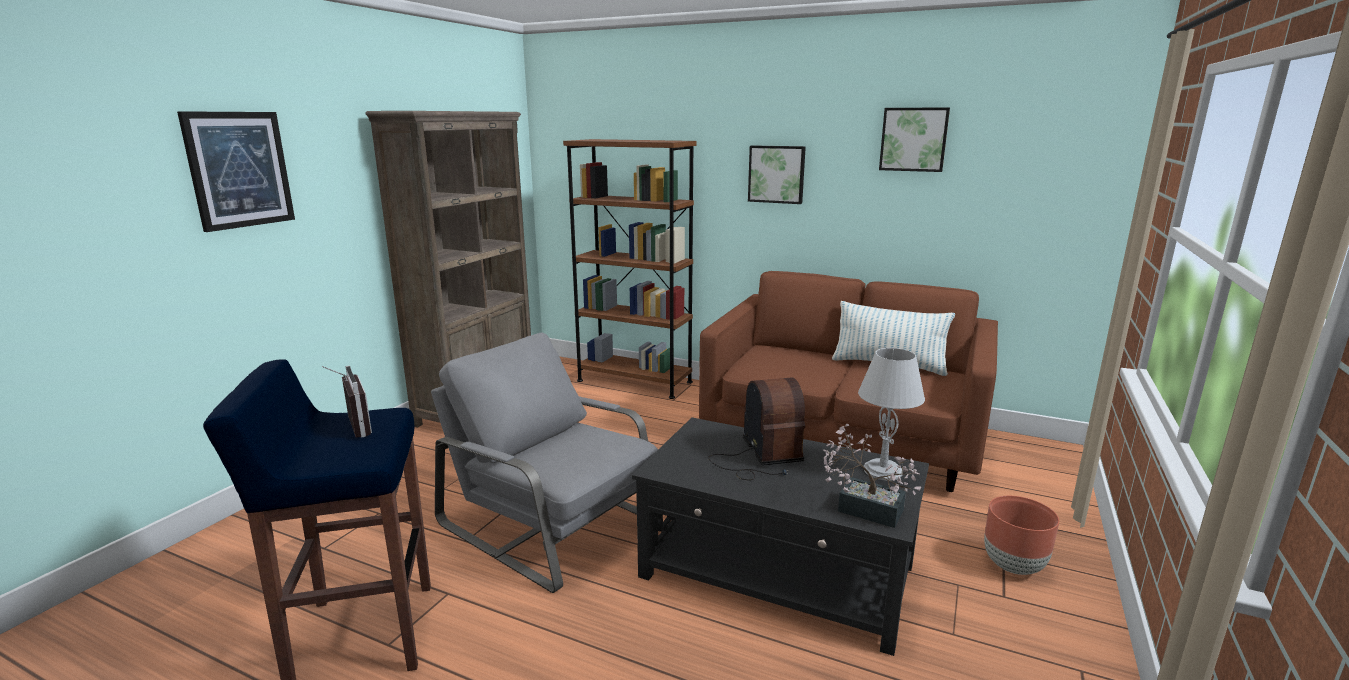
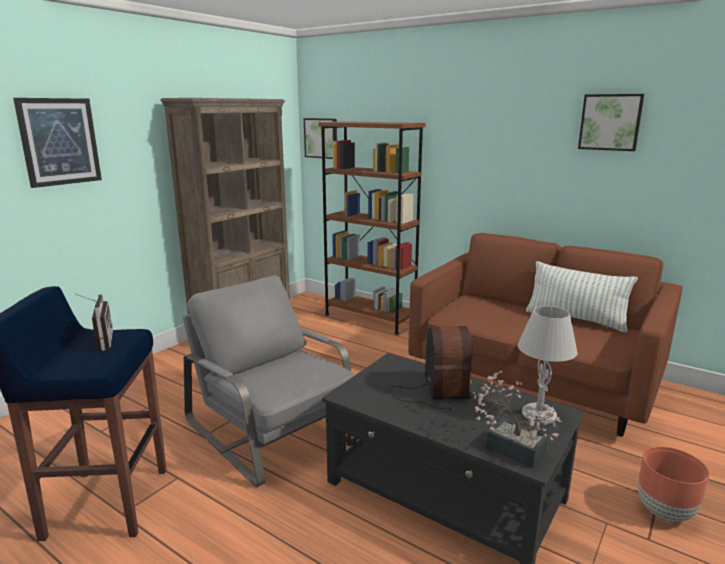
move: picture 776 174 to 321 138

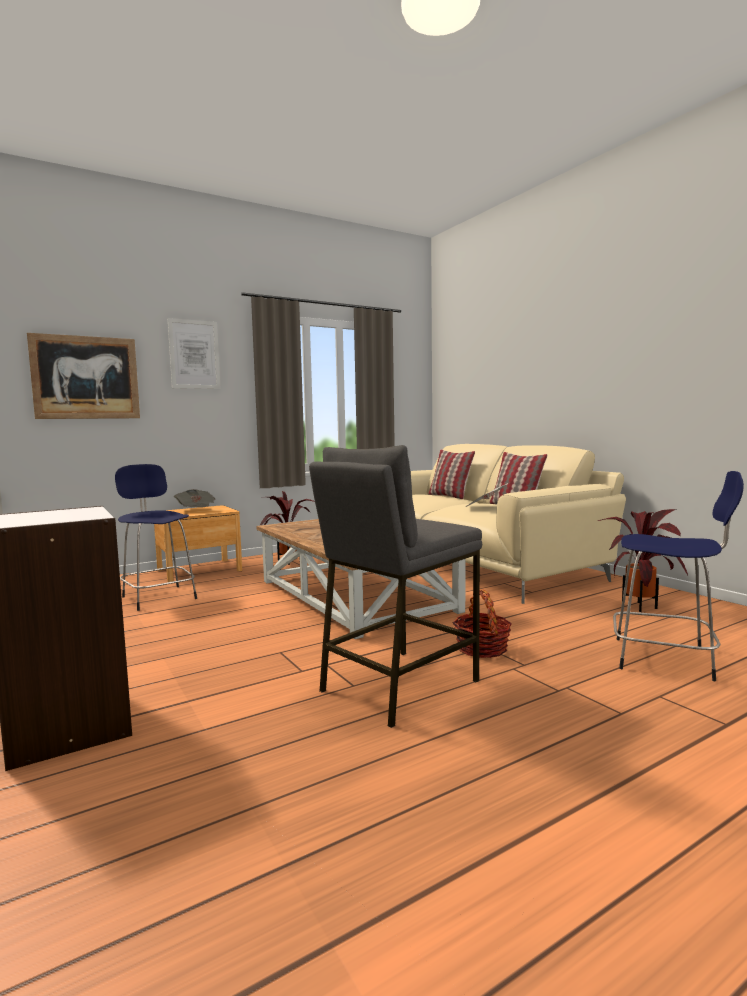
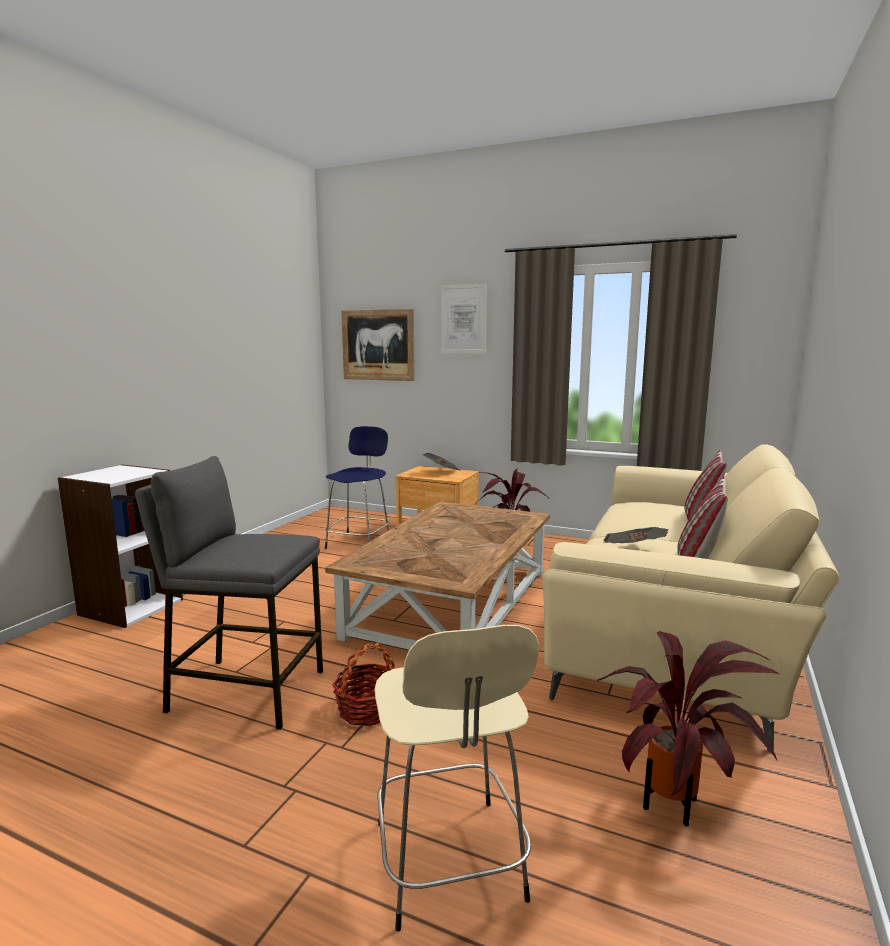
recolor: blue stool seat 666 659 to beige-coloured stool seat 449 865

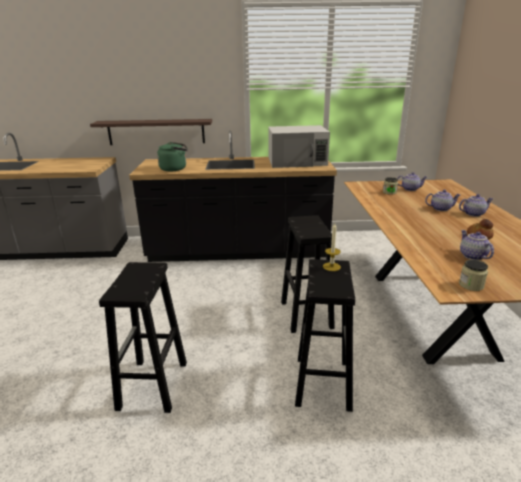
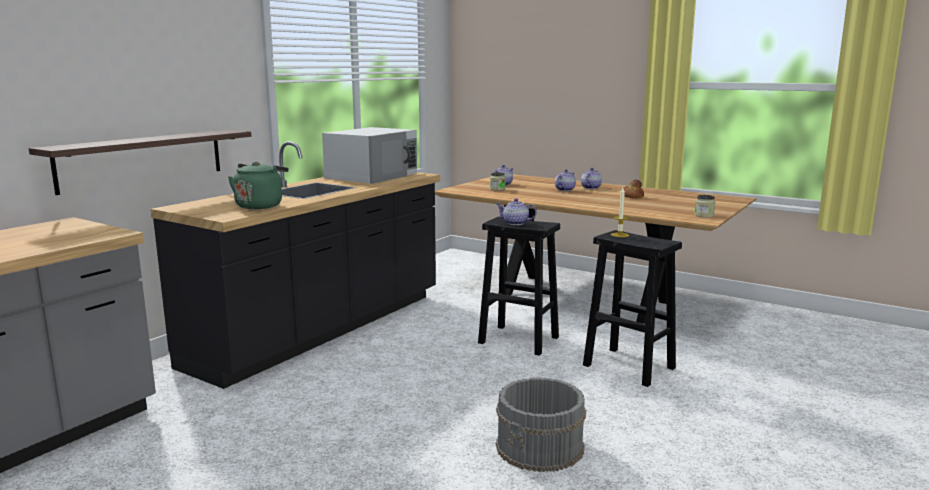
move: pot for tea 472 256 to 515 223
replace: blackish stool seat 153 386 to grey pail 540 447

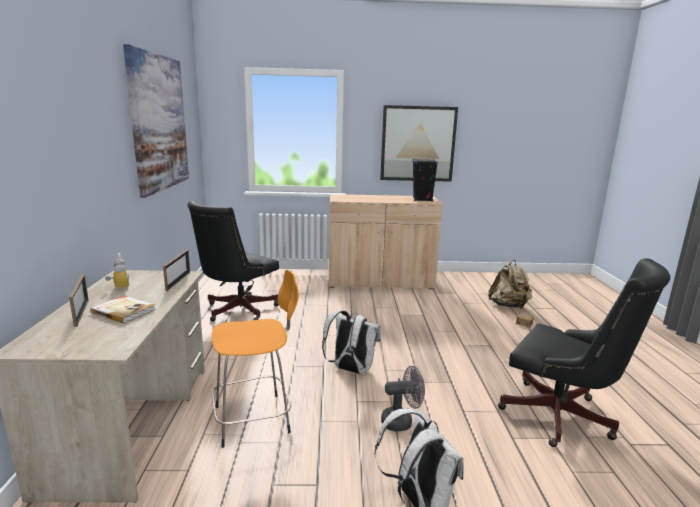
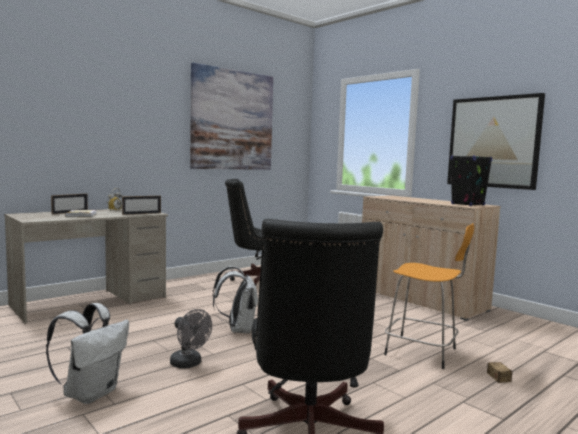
delete: beige-coloured knapsack 508 306
move: orange stool seat 255 418 to 423 352

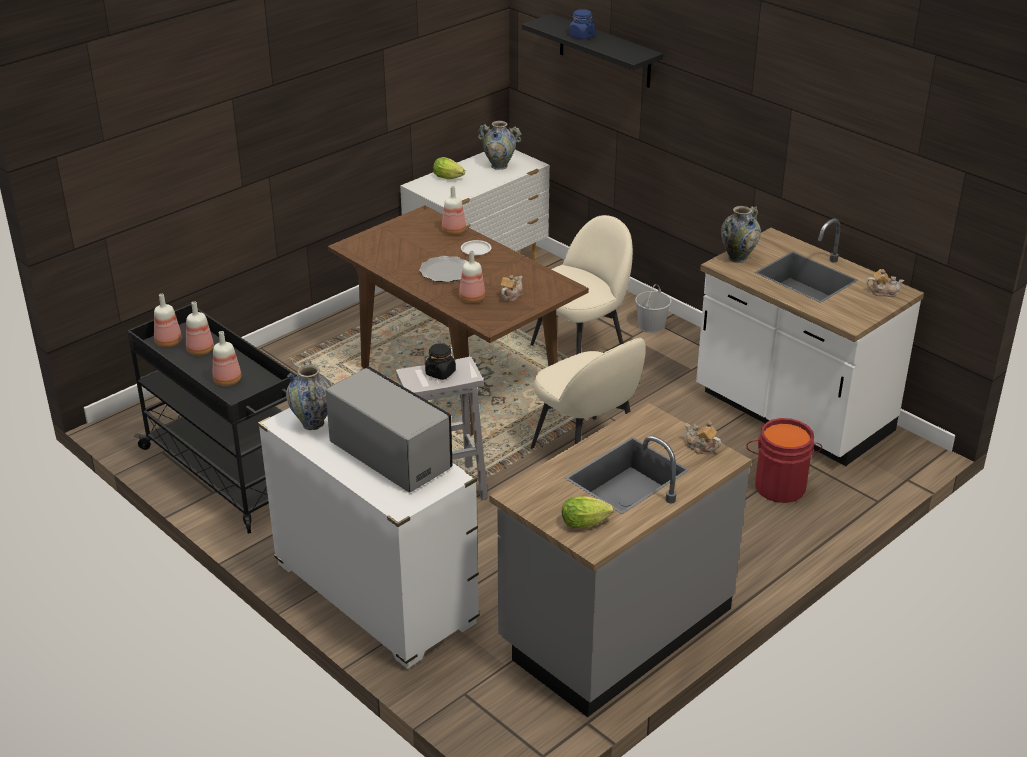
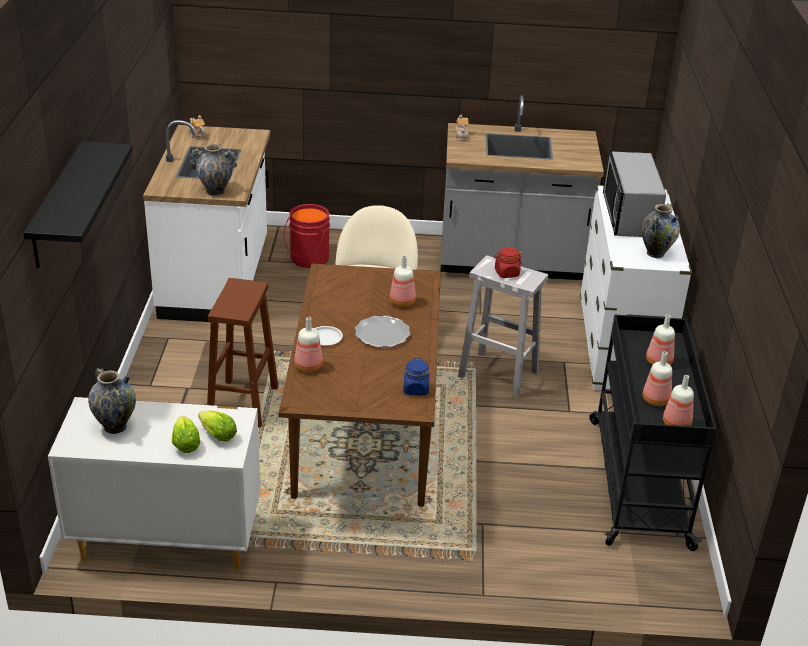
delete: pot for tea 511 296; white pail 651 325
move: blue storage jar 581 36 to 416 389; lettuce head 587 523 to 216 434
replace: beige-coloured plain chair 580 350 to brown stool seat 243 402
recolor: blackish storage jar 440 373 to reddish storage jar 506 273

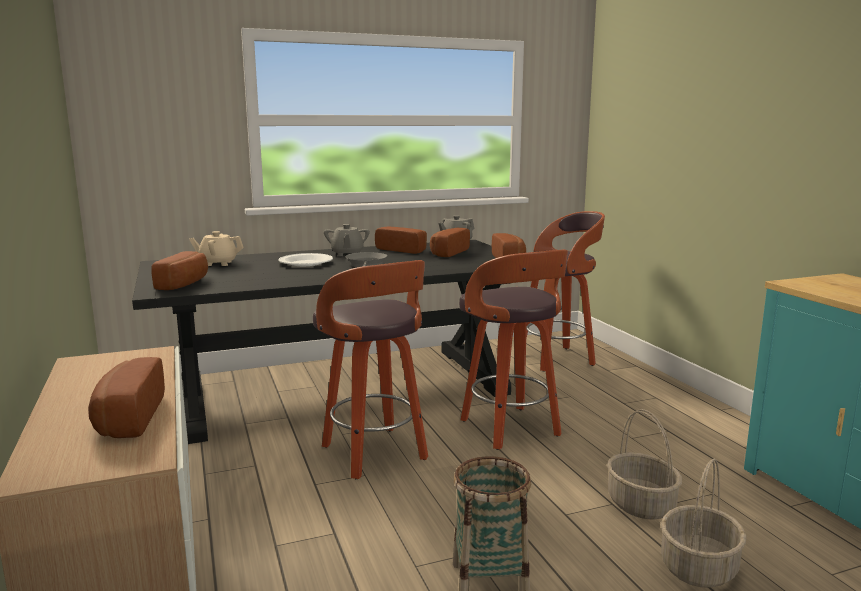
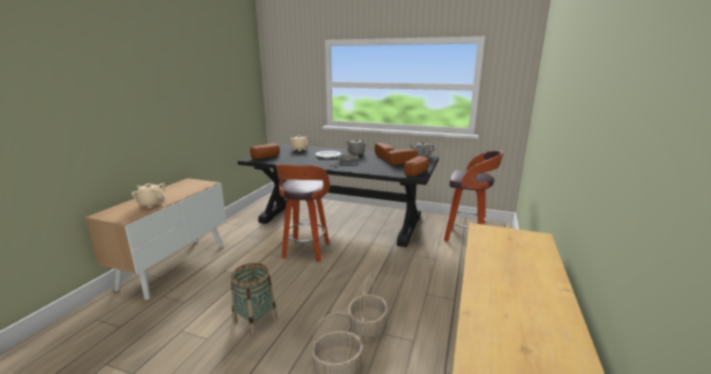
delete: stool seat 511 429
replace: bakery bread 126 418 to beige-coloured pot for tea 152 204

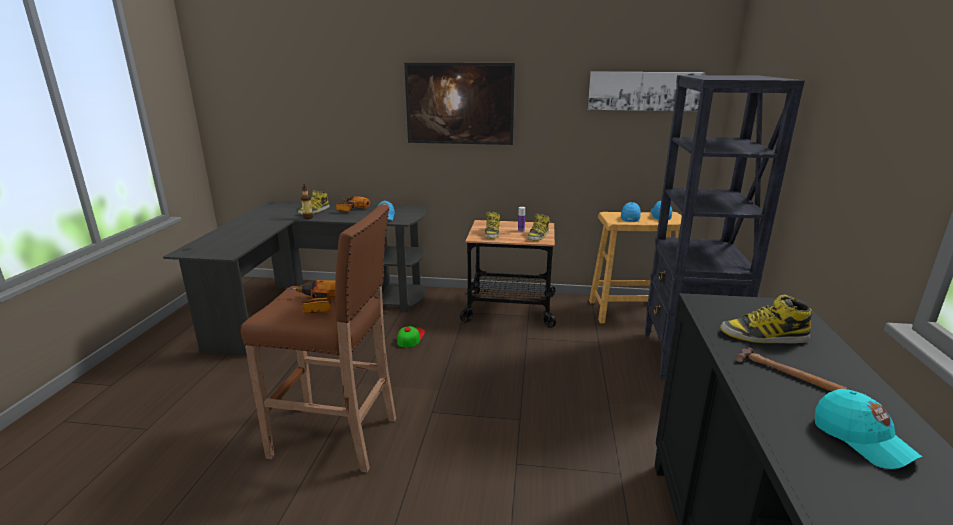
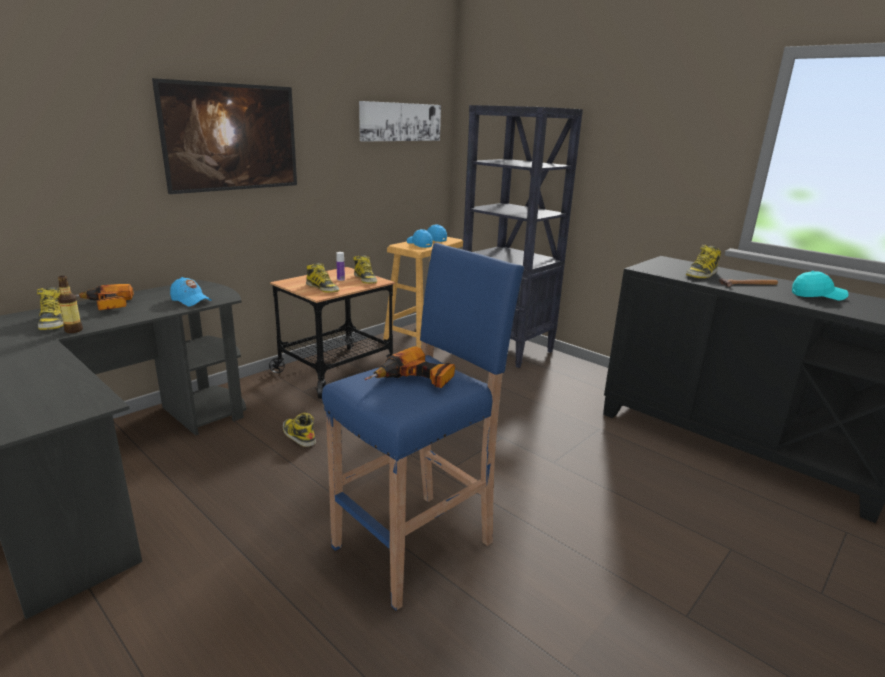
replace: baseball cap 410 337 to high-top boot 298 435
recolor: brown stool seat 337 437 to blue stool seat 416 544

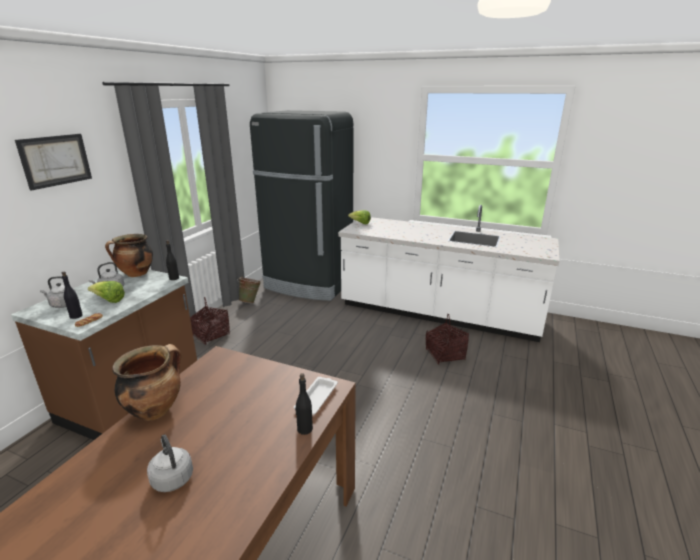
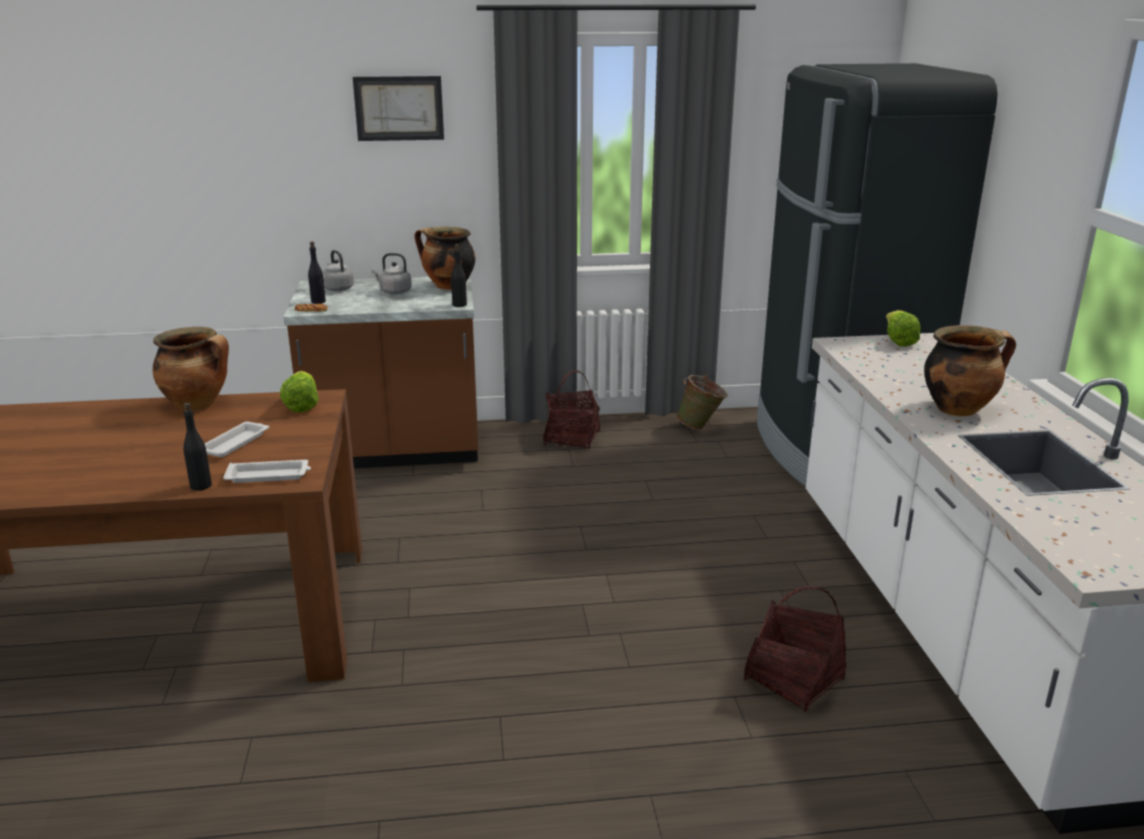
delete: grey tea kettle 172 477
insert: saucepot 959 409; white carrying tray 235 443
move: lettuce head 109 300 to 301 405

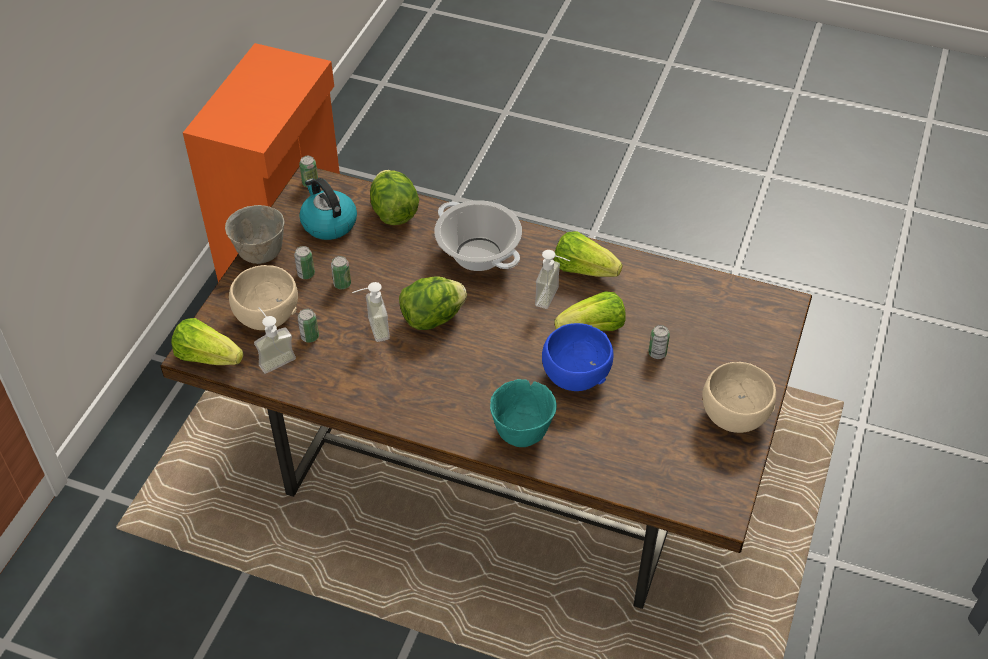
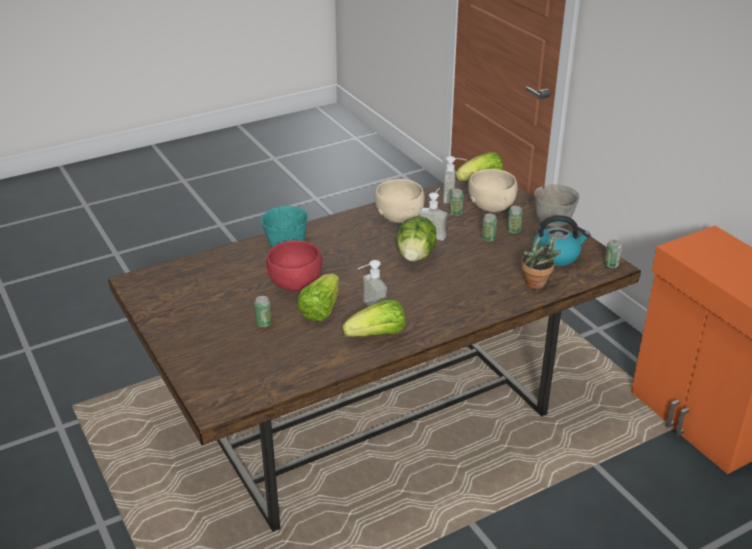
delete: saucepot 478 255
move: beige-coloured deep dish 733 415 to 399 217
replace: lettuce head 394 213 to potted plant 538 284
recolor: blue deep dish 575 375 to reddish deep dish 296 283

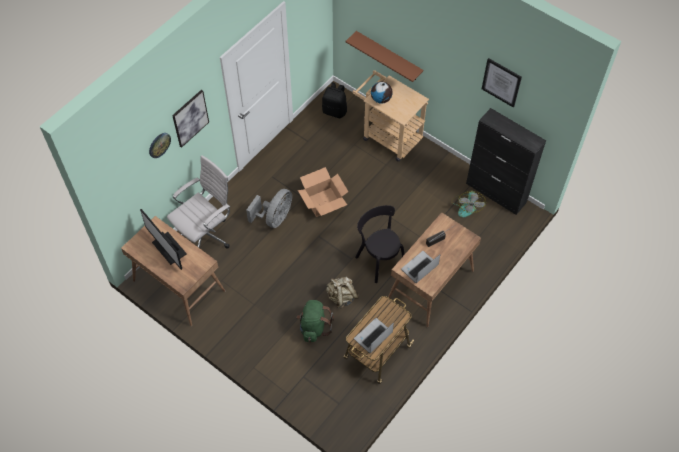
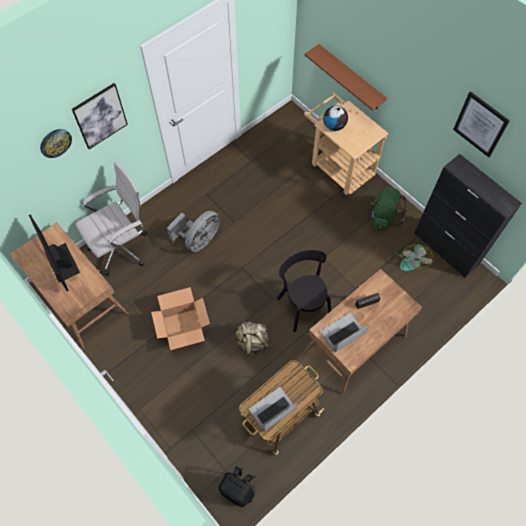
move: blackish knapsack 335 111 to 238 489; carton 323 202 to 183 327; green-coloured knapsack 314 327 to 383 217

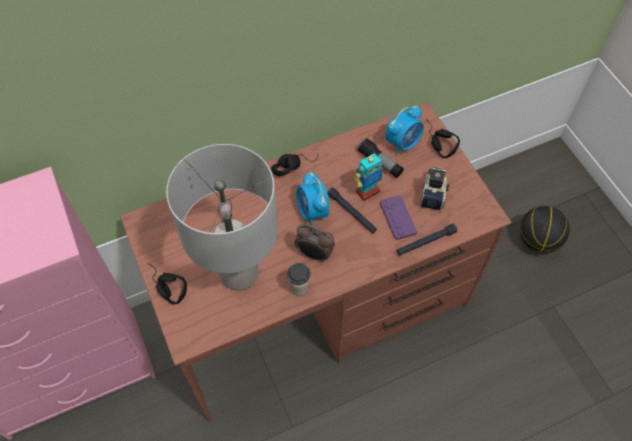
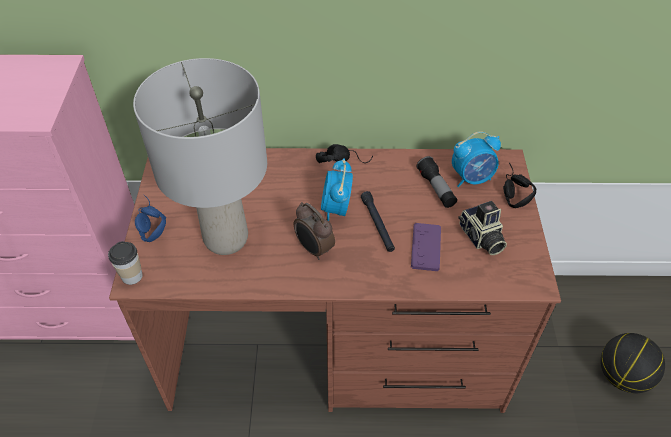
delete: model robot 367 191; blackish torch 425 242
move: cup 299 288 to 132 276
recolor: blackish headset 164 287 to blue headset 147 223
rotate: still camera 433 193 = 480 238 120 degrees clockwise

